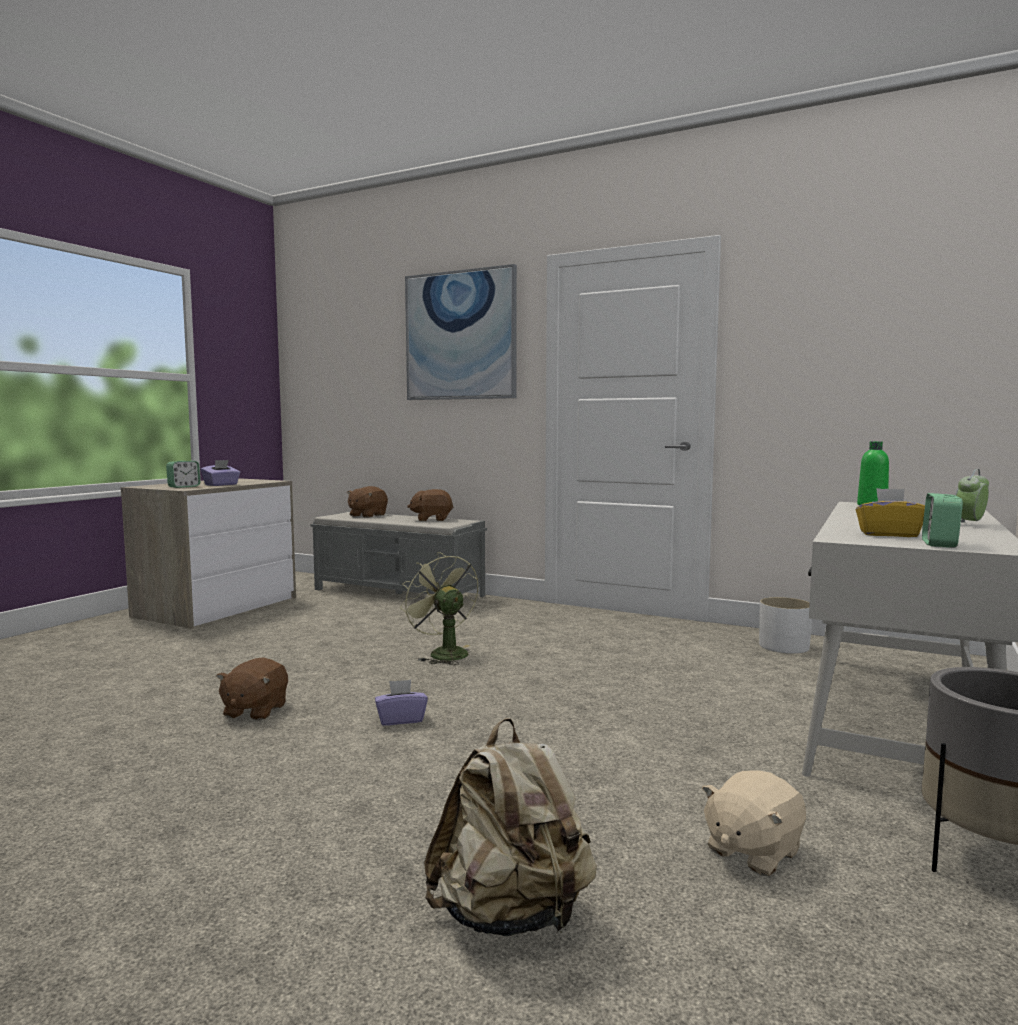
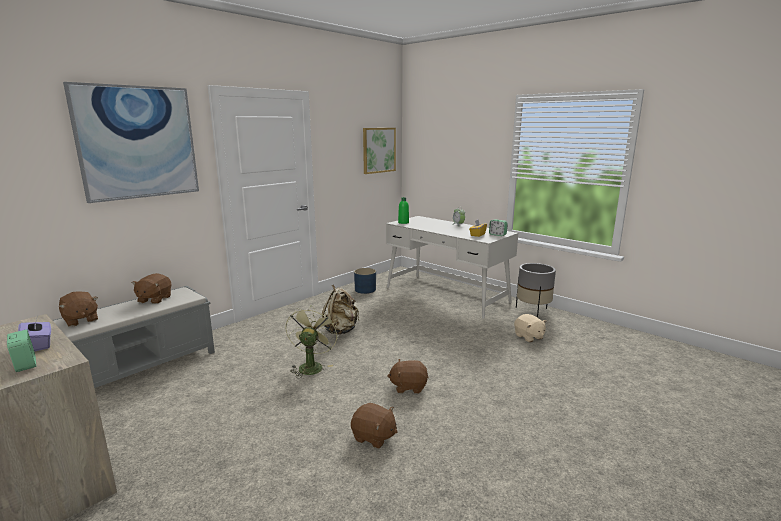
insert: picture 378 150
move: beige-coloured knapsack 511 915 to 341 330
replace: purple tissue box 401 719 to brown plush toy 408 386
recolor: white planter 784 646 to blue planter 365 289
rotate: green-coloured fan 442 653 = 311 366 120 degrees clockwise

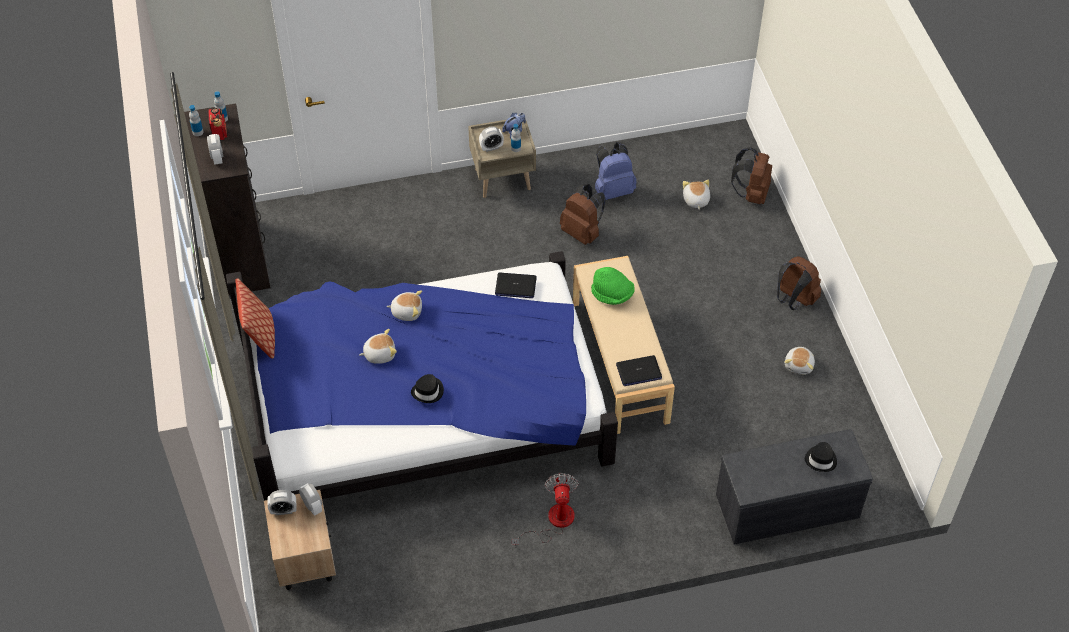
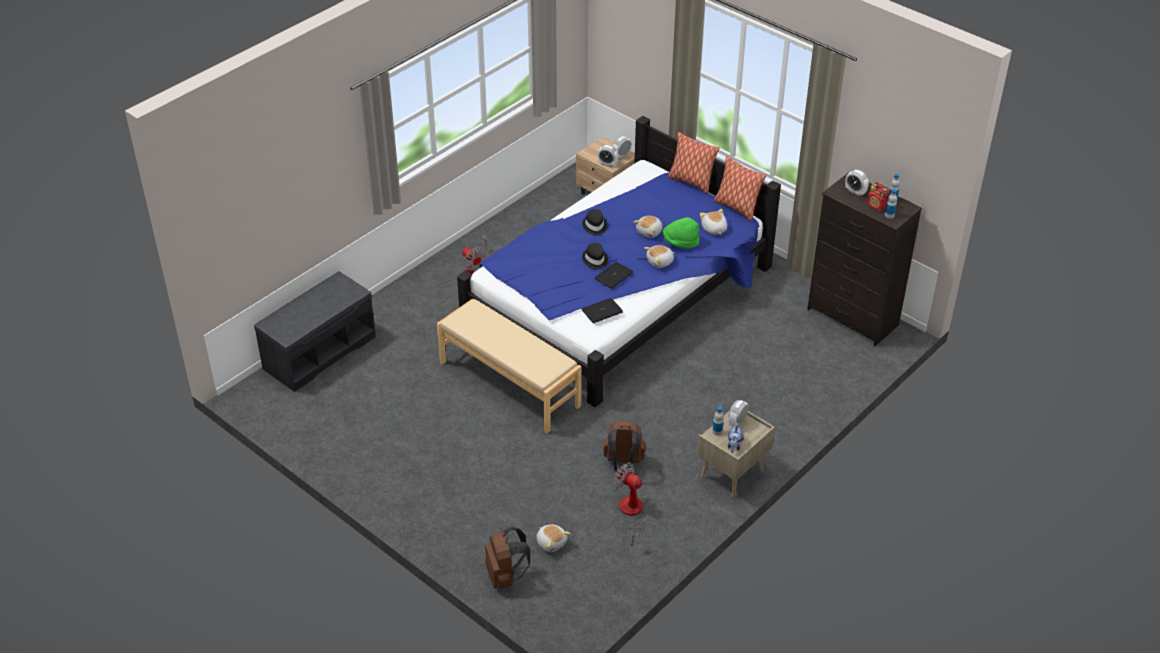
delete: brown knapsack 794 300
insert: pillow 691 182
move: green-coloured wearable hat 612 295 to 680 242; plush toy 799 365 to 714 229; laptop 638 371 to 614 276; blackish wearable hat 821 459 to 595 260
replace: blue knapsack 613 190 to fan 631 513

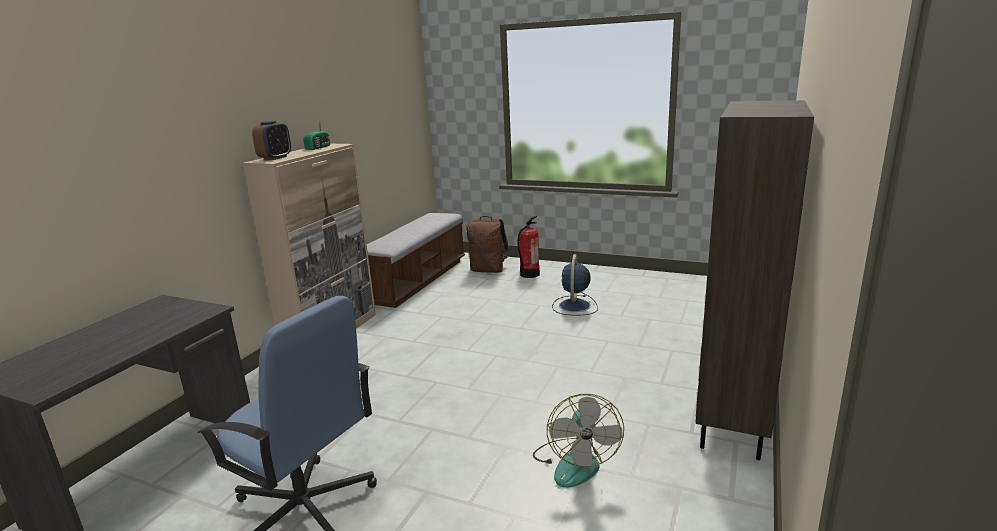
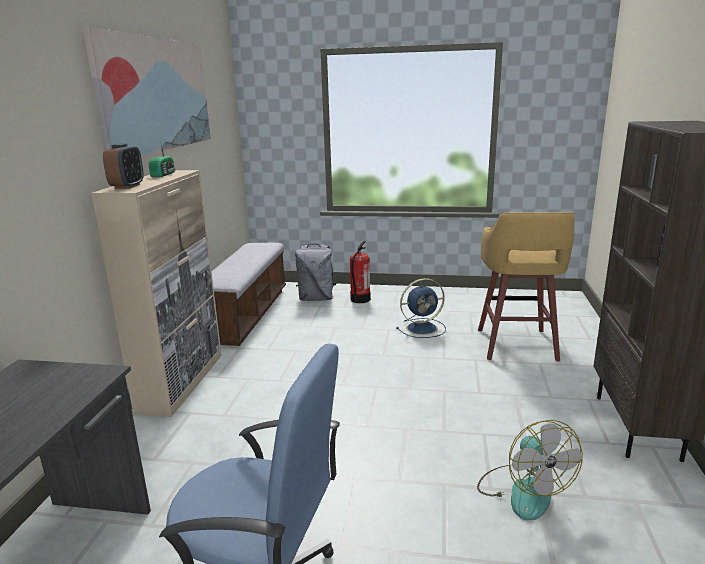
insert: picture 157 94; yellowish stool seat 516 346
recolor: brown knapsack 488 270 to grey knapsack 316 298
rotate: blue fan 574 306 = 423 328 105 degrees counterclockwise

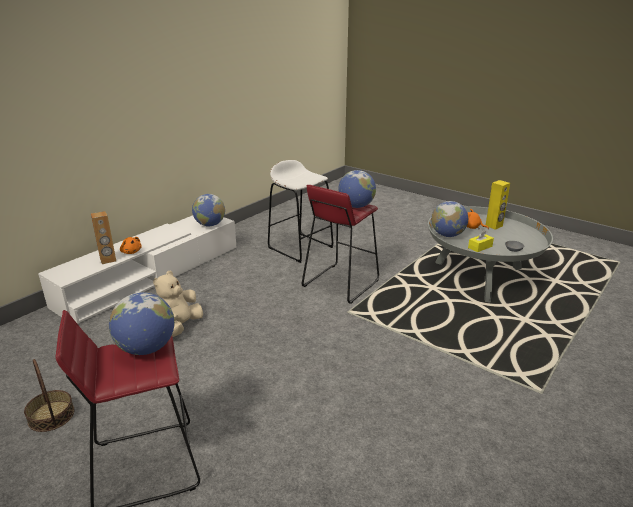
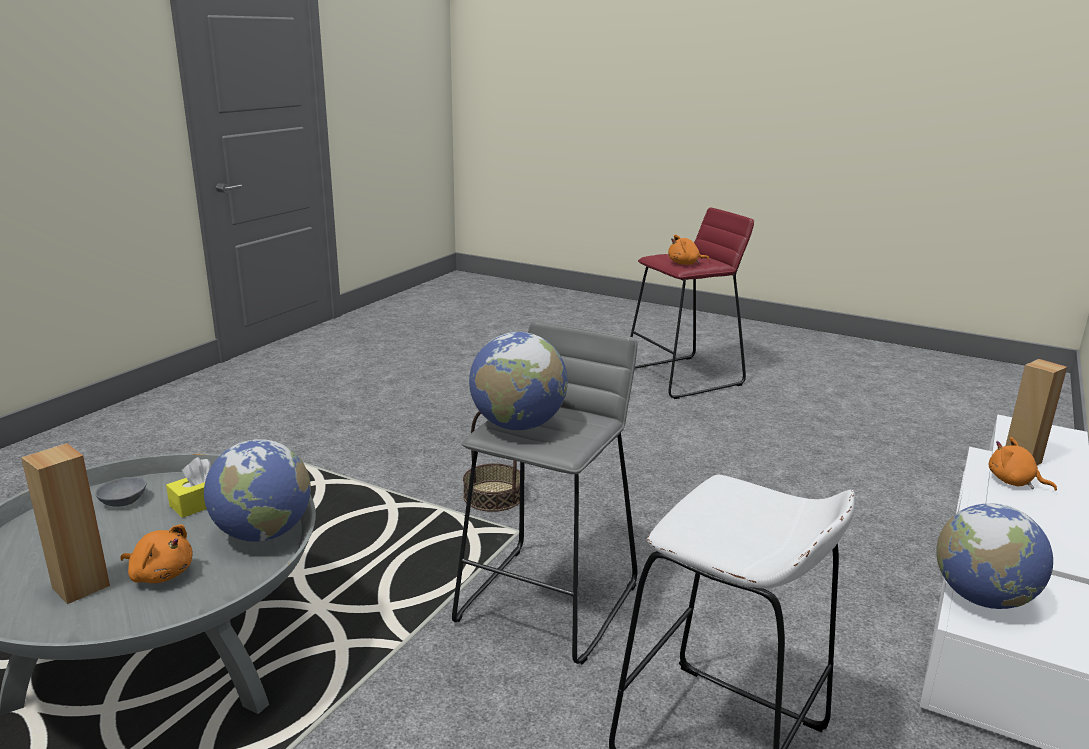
delete: beige-coloured plush toy 180 326
move: basket 51 416 to 493 496
replace: globe 146 348 to orange plush toy 685 264
recolor: yellowish speaker 494 226 to brown speaker 80 586; reddish stool seat 340 283 to grey stool seat 549 601

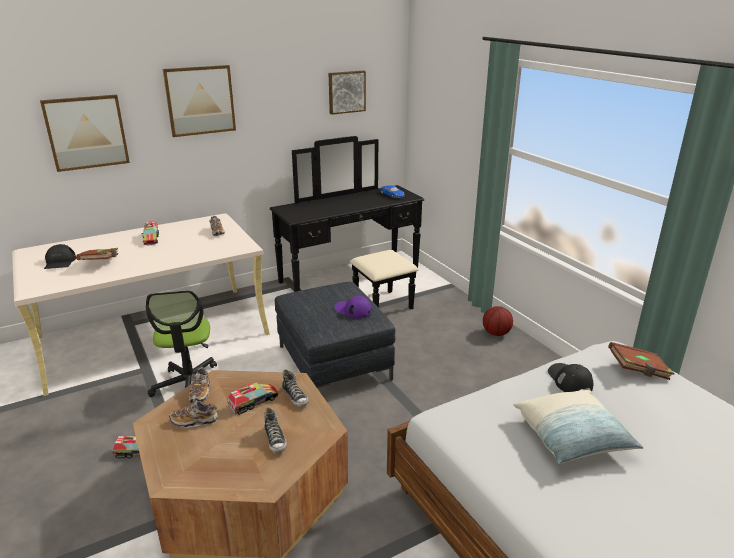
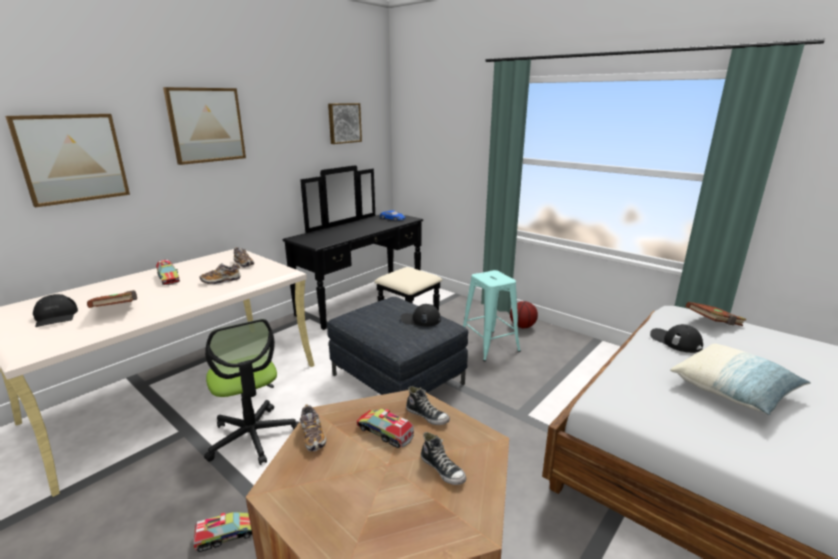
insert: blue-green stool seat 489 345
move: shoe 194 421 to 221 281
recolor: purple baseball cap 353 310 to blackish baseball cap 420 319
rotate: toy truck 253 402 = 385 432 90 degrees counterclockwise

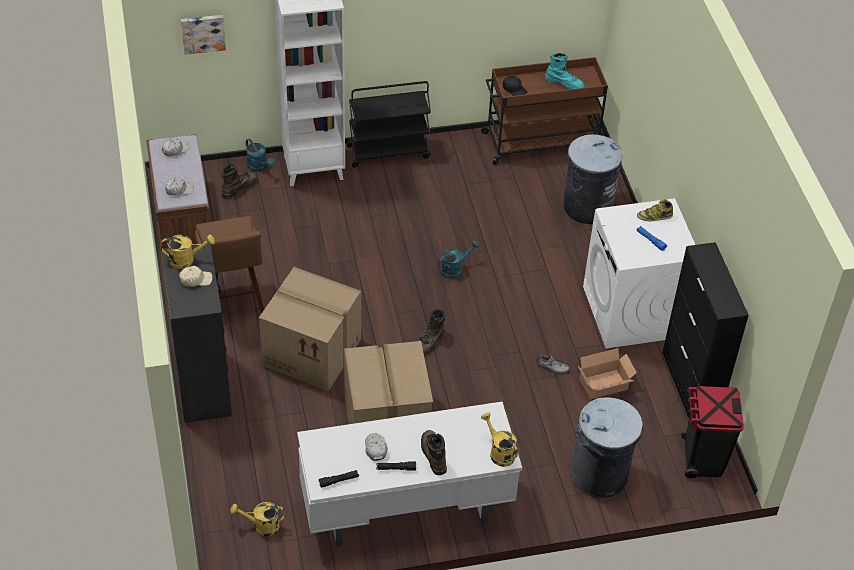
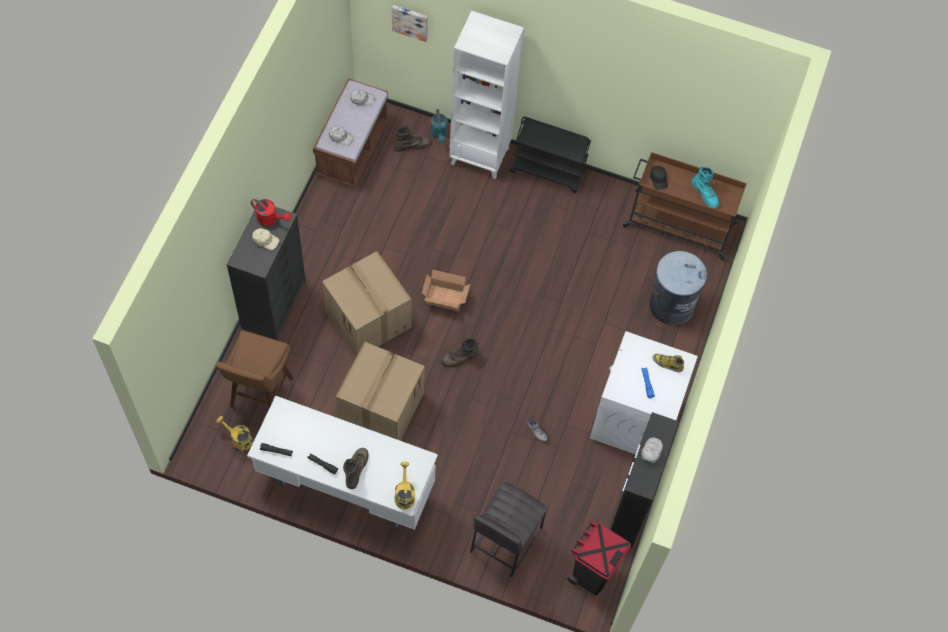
delete: blue-green watering can 455 269
move: brown stool seat 234 303 to 260 395; carton 605 385 to 445 299; white baseball cap 375 448 to 651 451
replace: grey waste bin 599 475 to grey stool seat 505 540
recolor: yellowish watering can 186 259 to reddish watering can 270 219

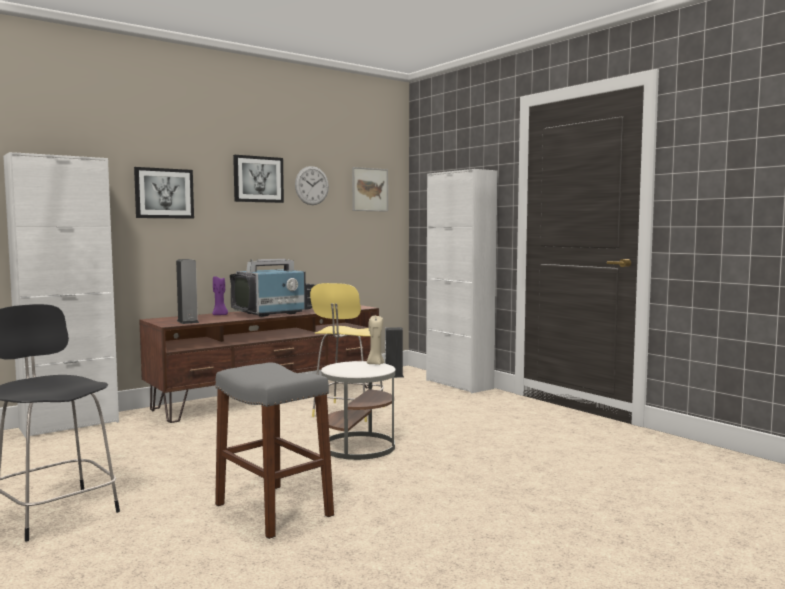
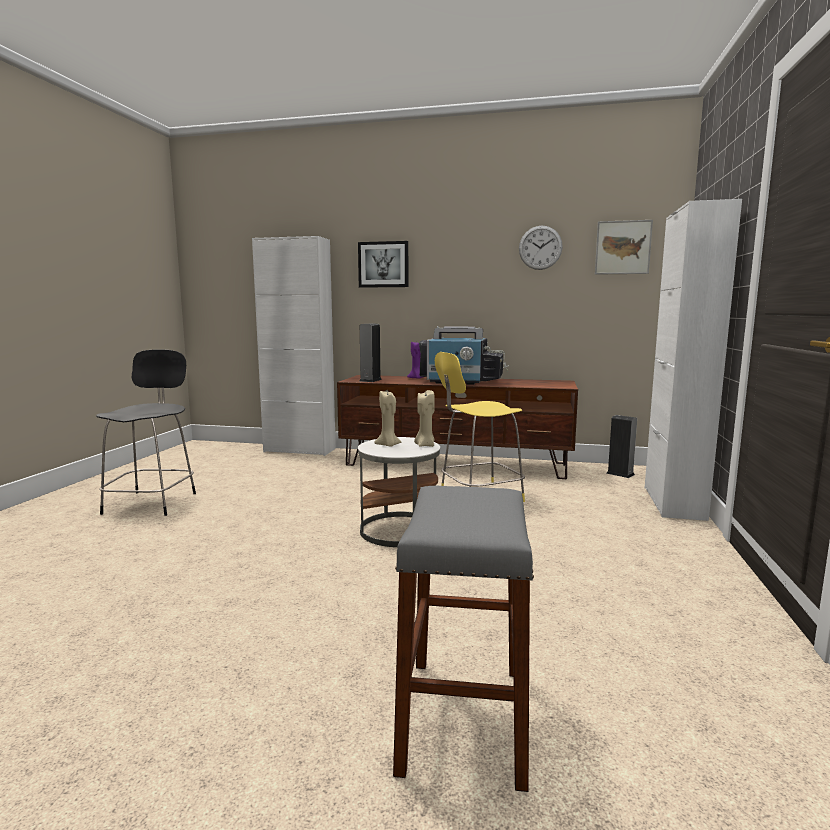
delete: picture 258 179
insert: beige-coloured wax candle 388 445
move: grey stool seat 273 510 to 464 718

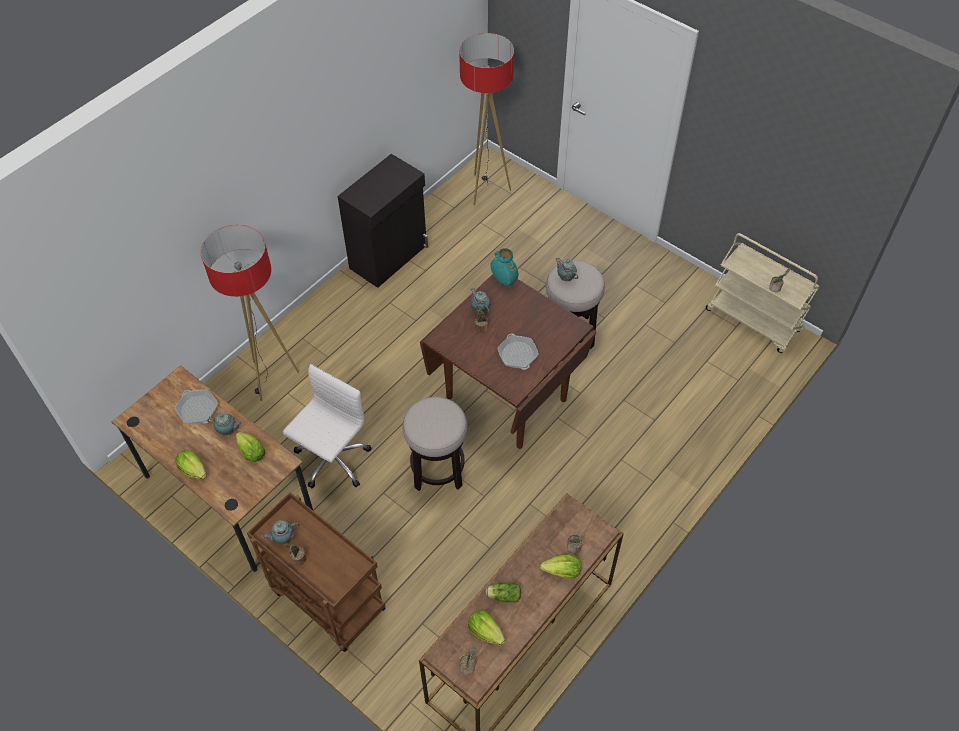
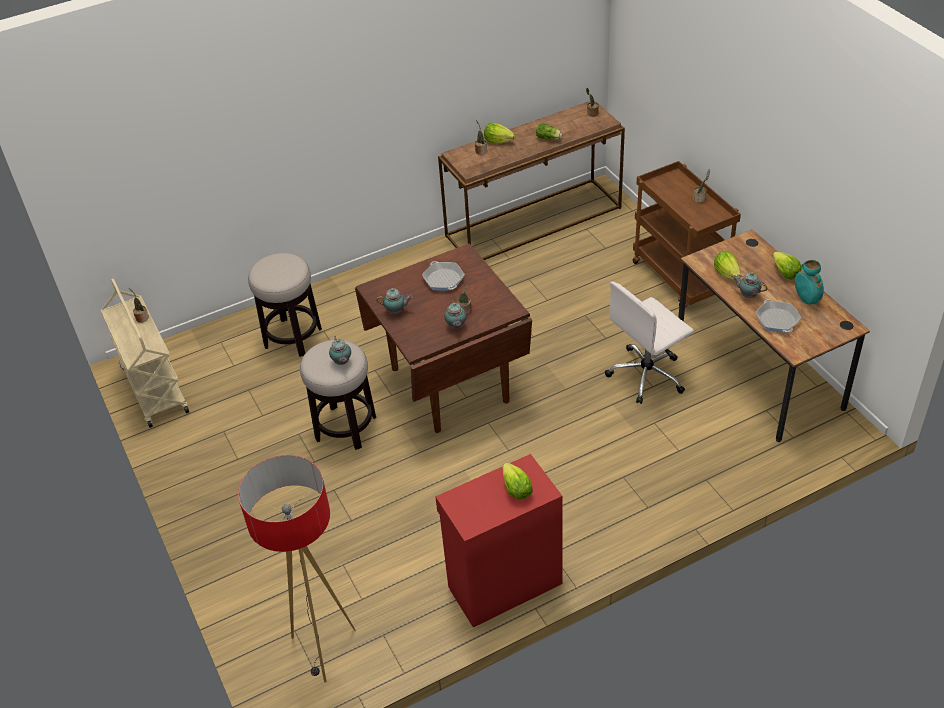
delete: floor lamp 271 378
move: blue-green flower vase 503 280 to 806 299; stool seat 438 469 to 293 337; pot for tea 283 538 to 396 311; lettuce head 485 631 to 516 490
recolor: blackish cupboard 389 257 to reddish cupboard 503 584
rotate: frying pan 517 354 = 443 279 150 degrees clockwise

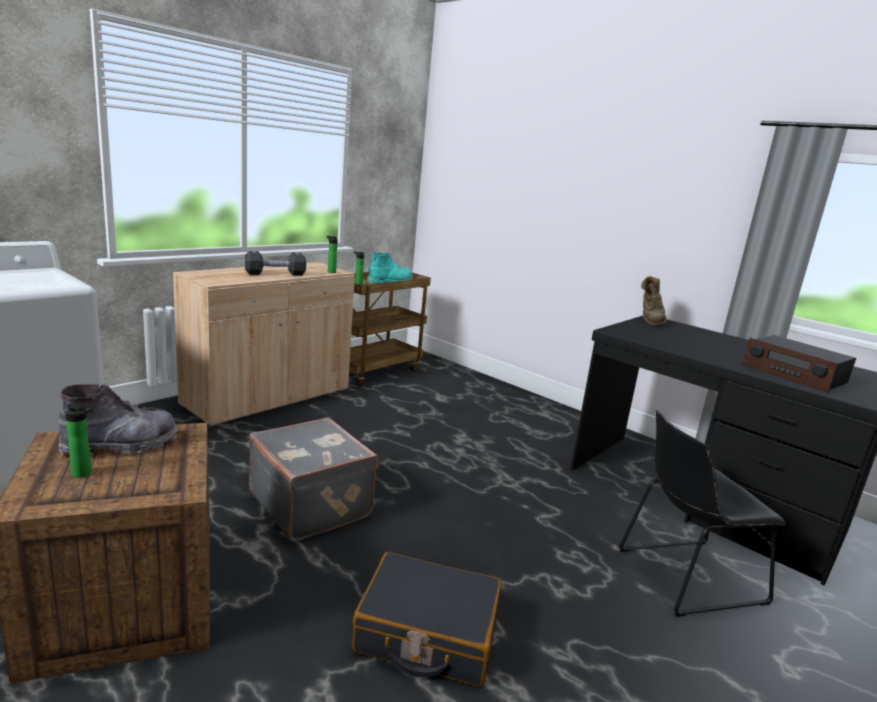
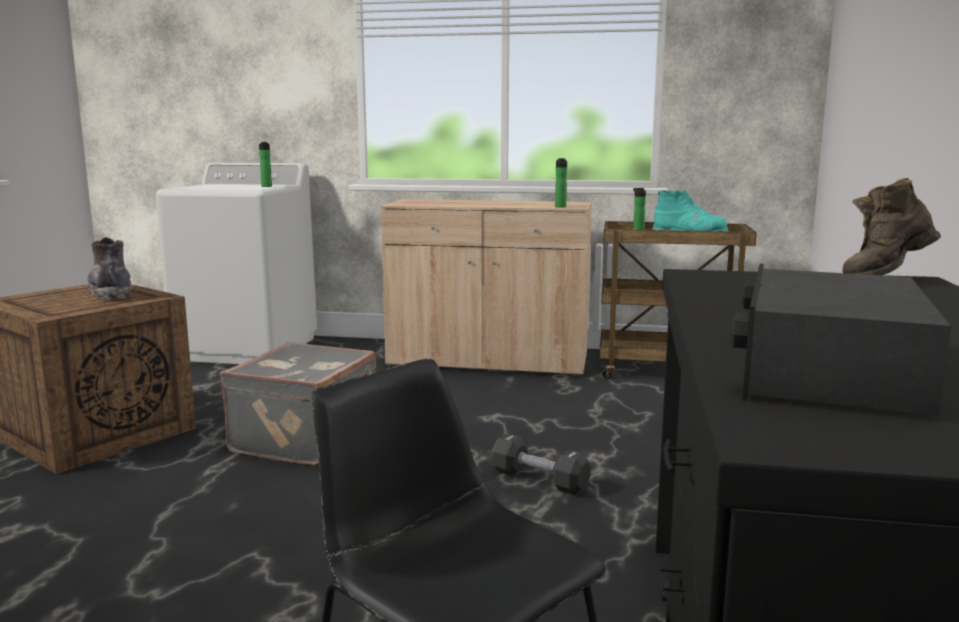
delete: blackish piece of luggage 427 633
move: blackish hand weight 275 274 to 539 480; beverage bottle 84 474 to 266 186
rotate: grey high-top boot 121 446 = 111 293 150 degrees counterclockwise

